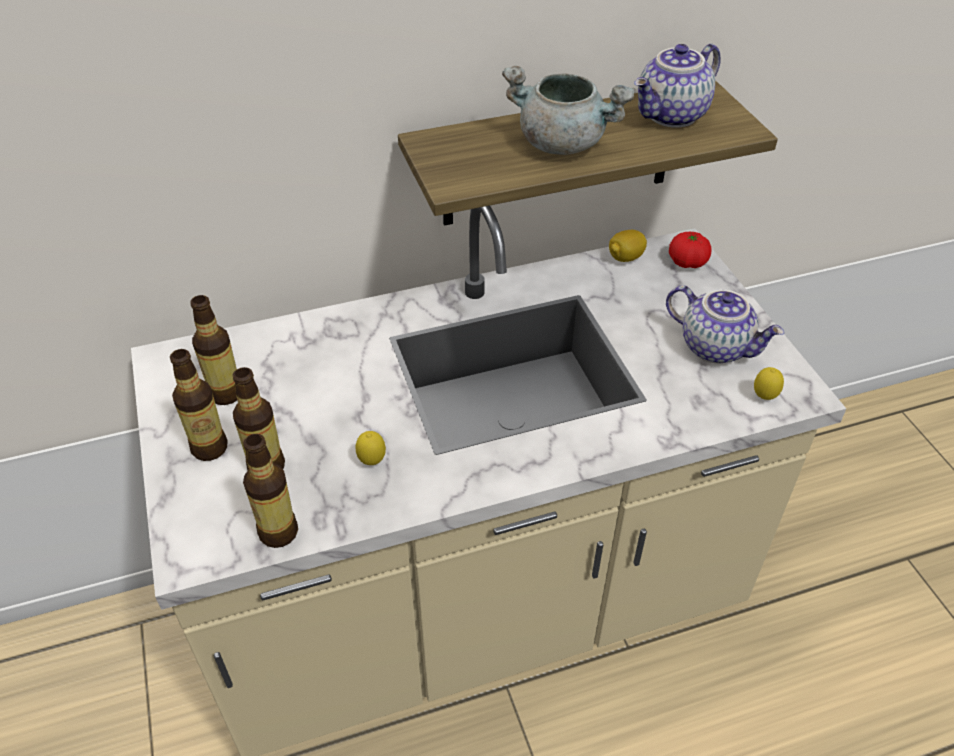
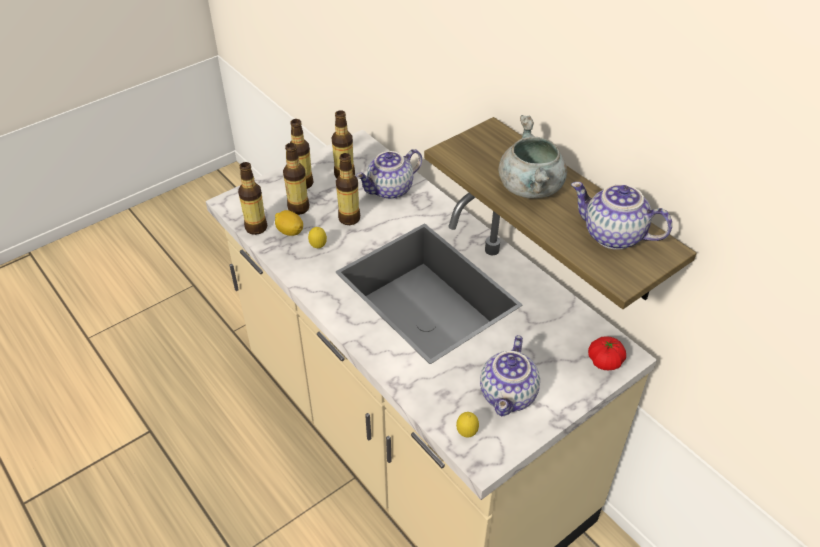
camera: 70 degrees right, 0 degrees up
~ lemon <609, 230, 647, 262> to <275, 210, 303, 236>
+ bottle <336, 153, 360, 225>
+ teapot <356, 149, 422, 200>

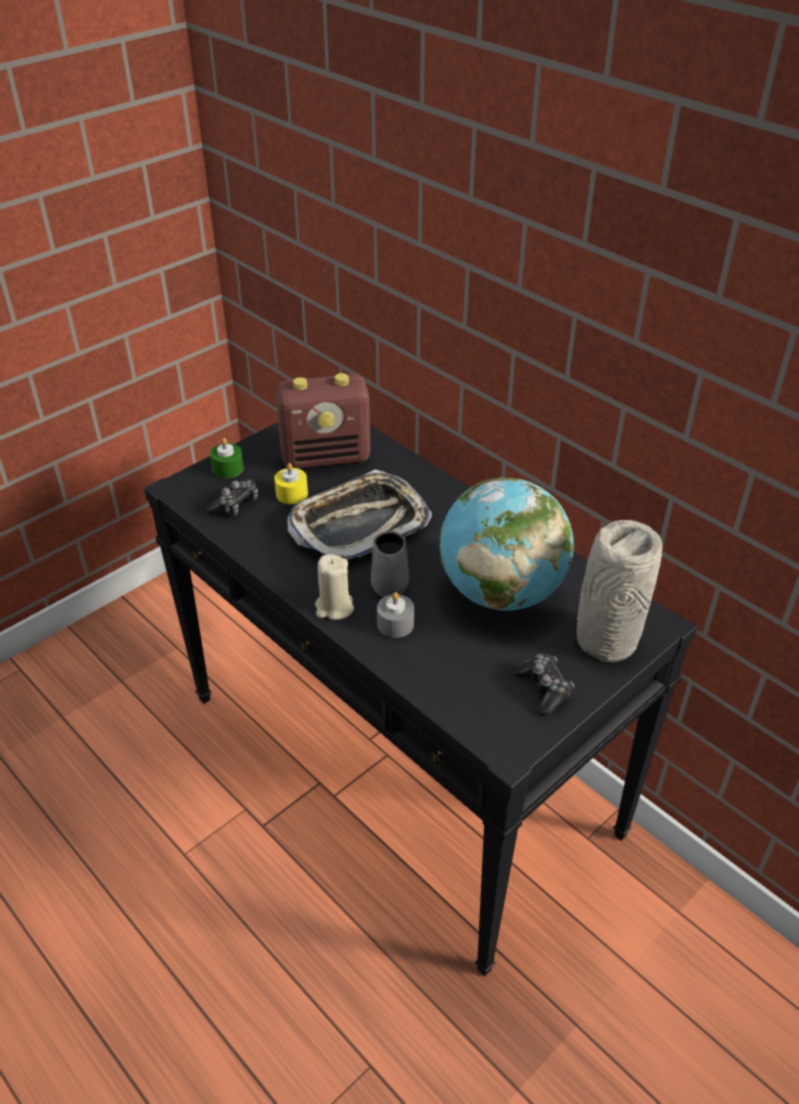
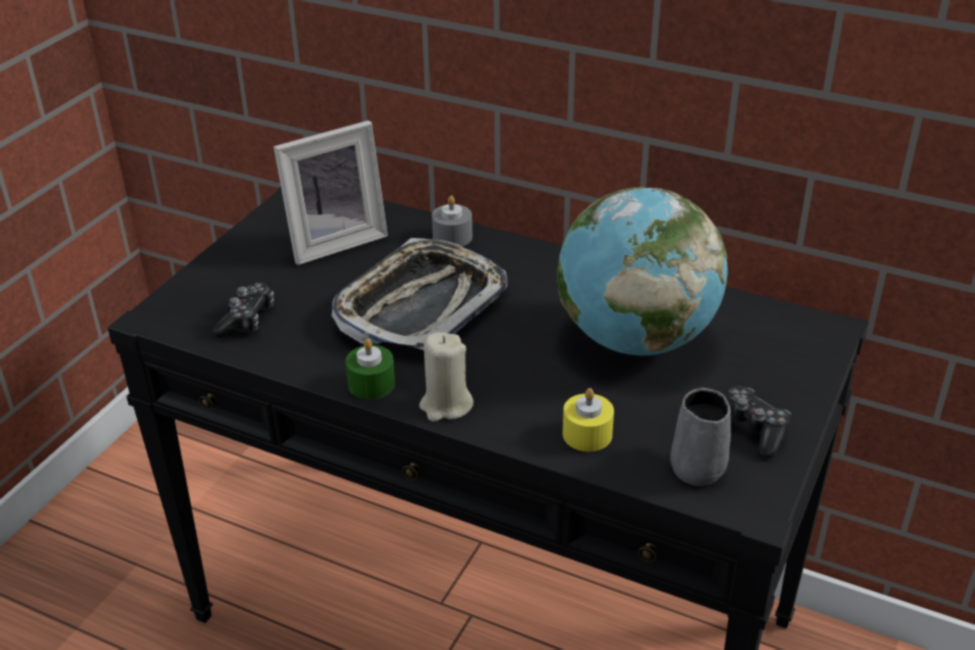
camera: 20 degrees left, 5 degrees down
~ radio <276, 373, 370, 469> to picture frame <274, 120, 388, 265>
~ candle/green <210, 438, 244, 478> to <345, 339, 395, 399>
~ candle/grey <377, 592, 414, 638> to <432, 195, 472, 246>
~ candle/yellow <274, 463, 308, 504> to <563, 388, 614, 452>
~ mug/grey <371, 531, 409, 597> to <670, 388, 731, 486>
- vase/grey <577, 520, 662, 662>

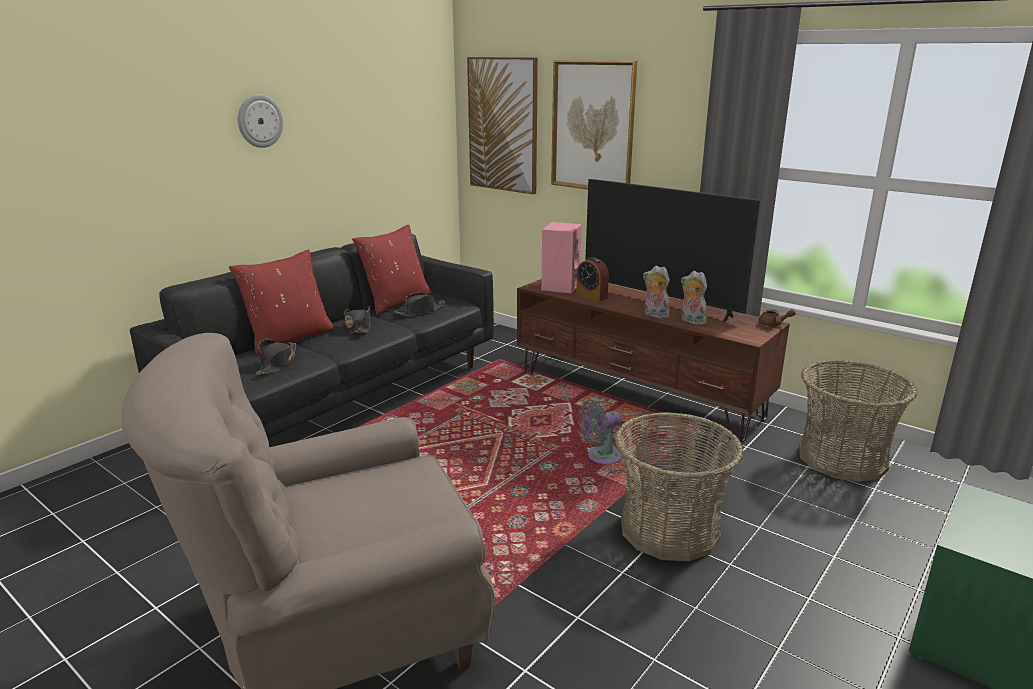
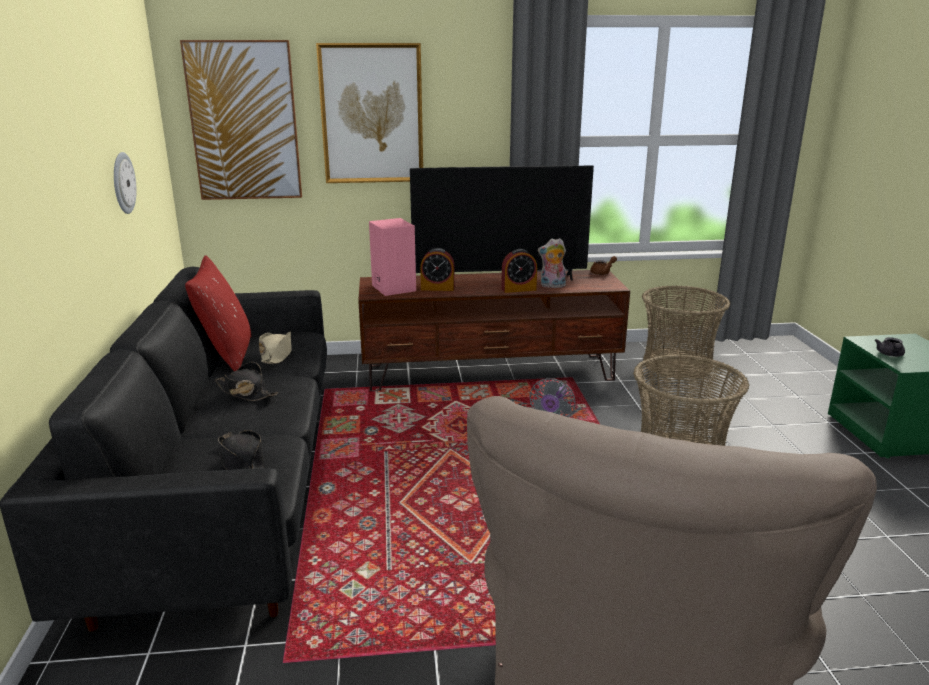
camera: 45 degrees left, 0 degrees up
~ wall clock <238, 94, 283, 148> to <114, 152, 137, 214>
~ hat/black <394, 293, 446, 317> to hat/beige <259, 331, 292, 364>
~ plush toy <643, 266, 670, 318> to alarm clock <501, 249, 537, 293>
+ teapot/grey <875, 337, 905, 357>
- pillow/red <229, 249, 335, 355>

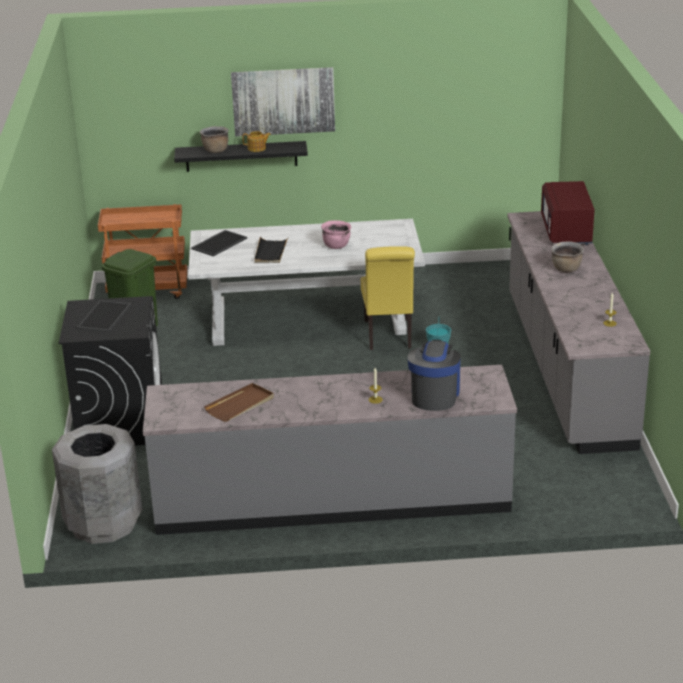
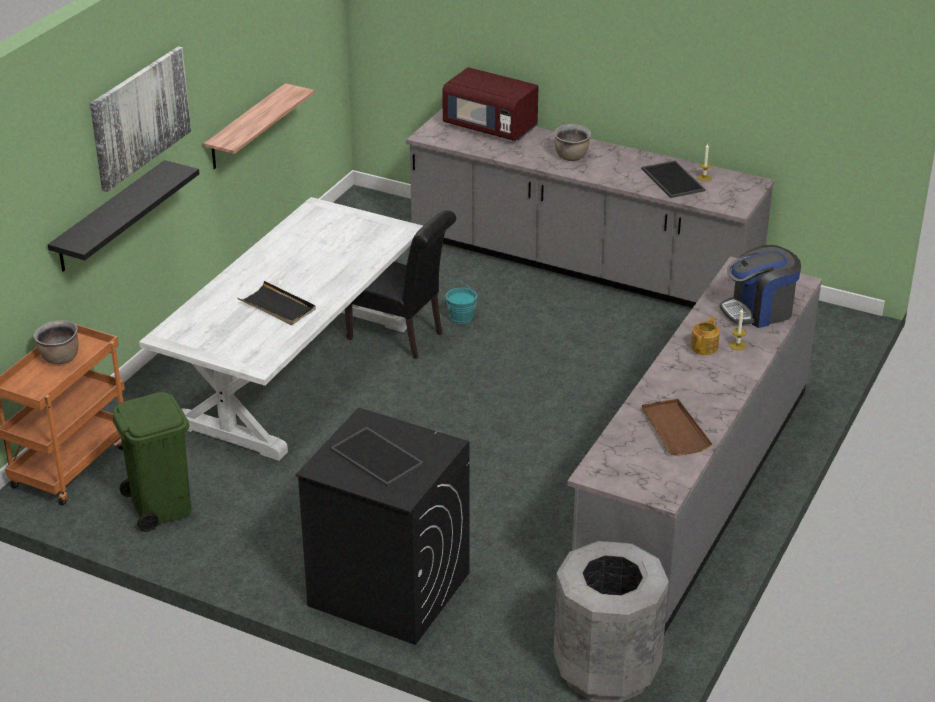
camera: 60 degrees left, 5 degrees up
~ cooking pot/brown <200, 126, 229, 153> to <33, 320, 79, 364>
+ shelf <203, 83, 315, 169>
~ chair/yellow <361, 246, 415, 350> to chair/black <345, 210, 456, 359>
~ tray <191, 230, 247, 257> to <641, 161, 705, 198>
~ teapot <243, 131, 271, 152> to <690, 317, 720, 355>
~ coffee machine <408, 339, 461, 411> = <720, 245, 801, 328> 60 degrees counterclockwise
- cooking pot/pink <321, 220, 351, 249>

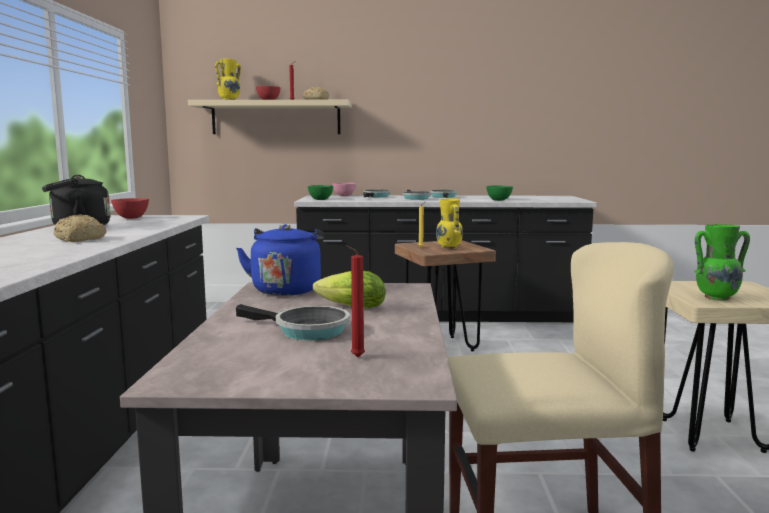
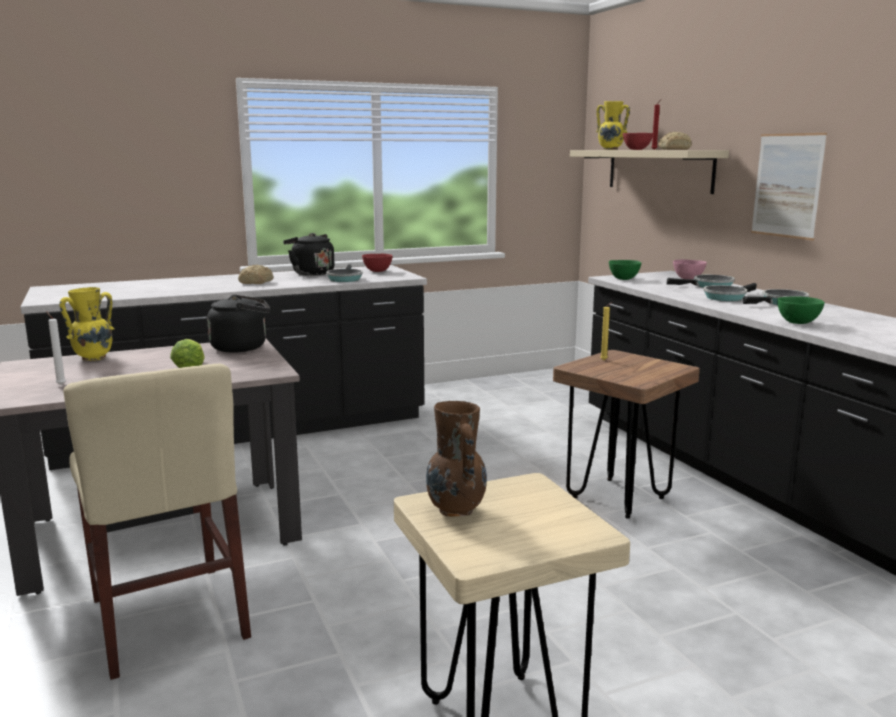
camera: 65 degrees right, 5 degrees up
~ candle/red <347, 246, 365, 357> to candle/white <46, 311, 66, 385>
~ vase/yellow <436, 198, 463, 249> to <60, 287, 115, 361>
~ kettle/blue <236, 224, 324, 296> to kettle/black <207, 294, 270, 352>
~ frying pan <236, 304, 350, 340> to <326, 265, 363, 282>
~ vase/green <694, 224, 750, 301> to vase/brown <426, 401, 487, 517>
+ picture <751, 133, 827, 241>

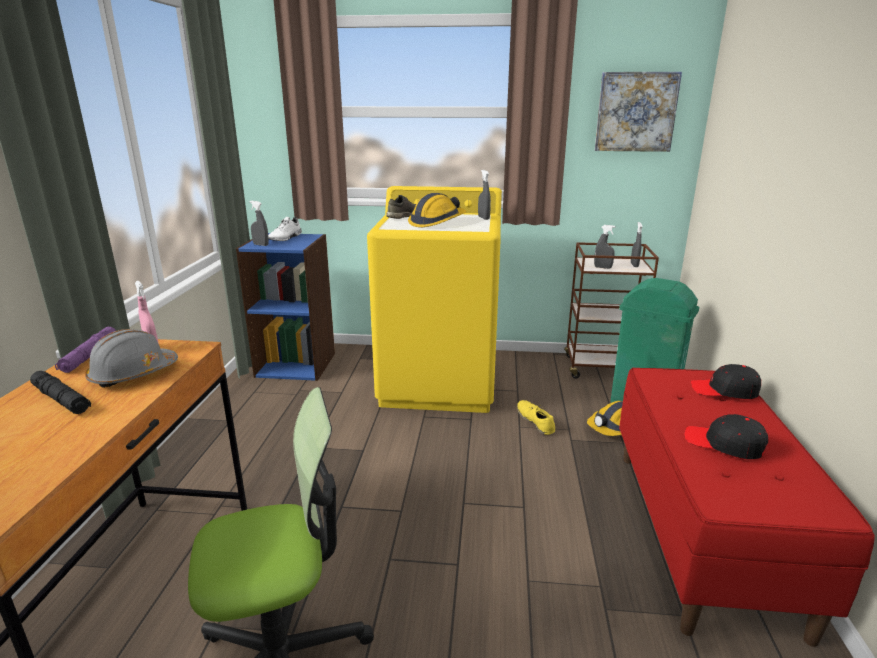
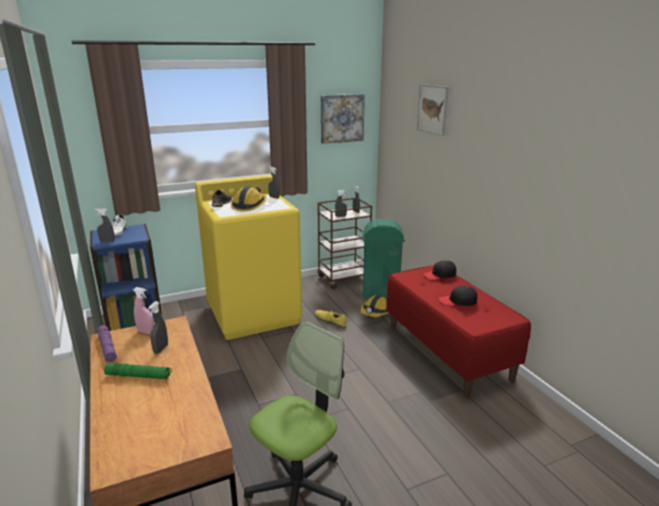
camera: 30 degrees left, 0 degrees up
~ flashlight/black <30, 371, 91, 414> to flashlight/green <104, 363, 172, 379>
~ hard hat/grey <85, 329, 178, 388> to spray bottle/grey <148, 301, 168, 354>
+ picture <417, 84, 449, 136>

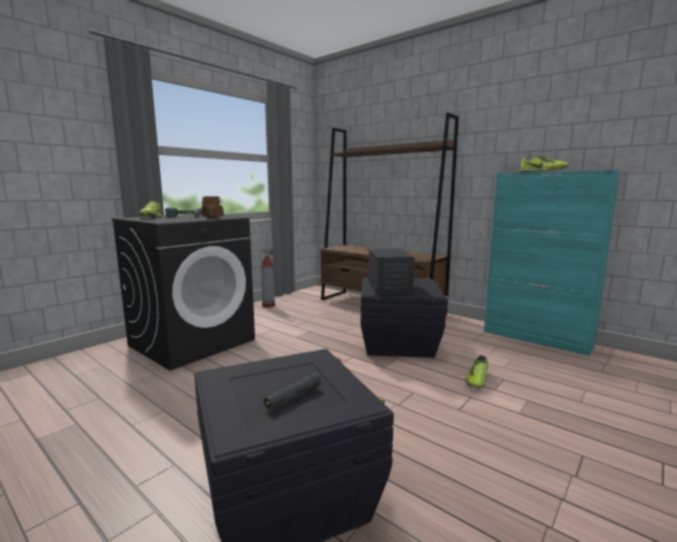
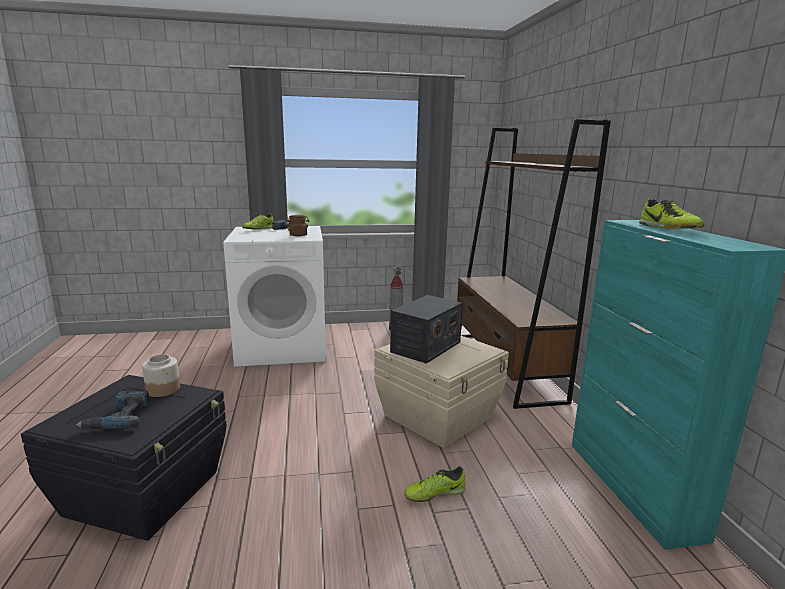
camera: 40 degrees right, 5 degrees up
~ flashlight/black <264, 373, 321, 409> to power drill <76, 390, 150, 429>
+ jar <142, 354, 180, 397>
~ washing machine/black <111, 214, 255, 371> to washing machine/white <223, 226, 326, 367>
~ storage box/black <361, 278, 448, 358> to storage box/beige <374, 336, 509, 448>

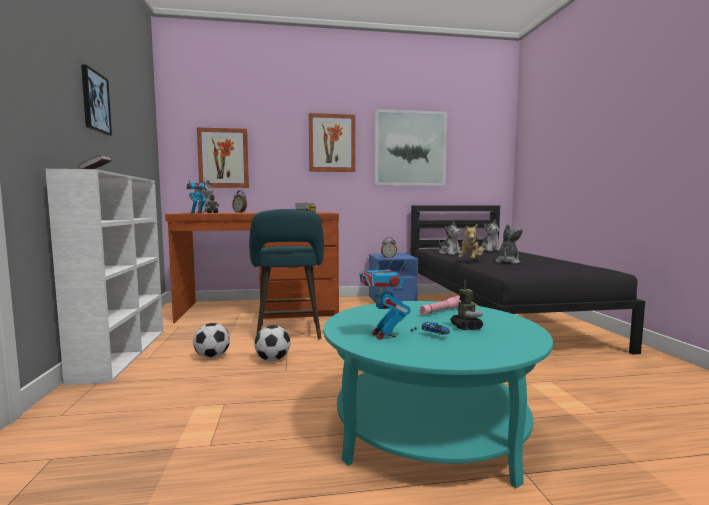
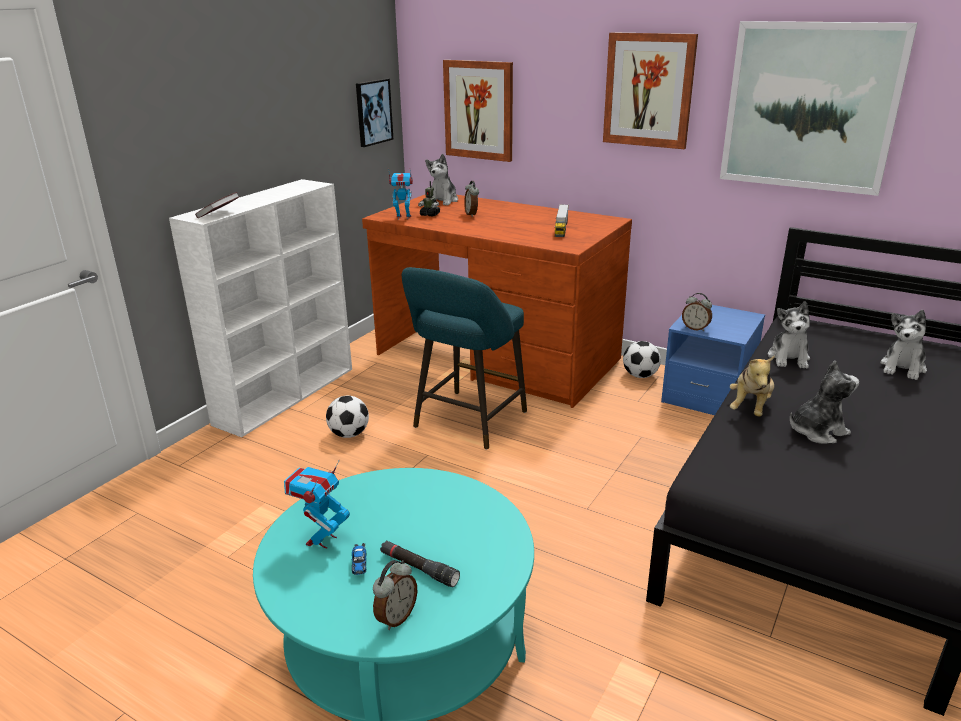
camera: 40 degrees right, 20 degrees up
~ picture <81, 64, 112, 135> to <356, 79, 393, 147>
+ alarm clock <373, 560, 417, 630>
~ toy robot <450, 279, 483, 330> to flashlight/black <380, 541, 460, 587>
~ football <254, 325, 290, 361> to <623, 341, 661, 378>
~ plush toy <458, 225, 483, 259> = <730, 355, 775, 417> 45 degrees counterclockwise
- flashlight/pink <419, 296, 462, 315>

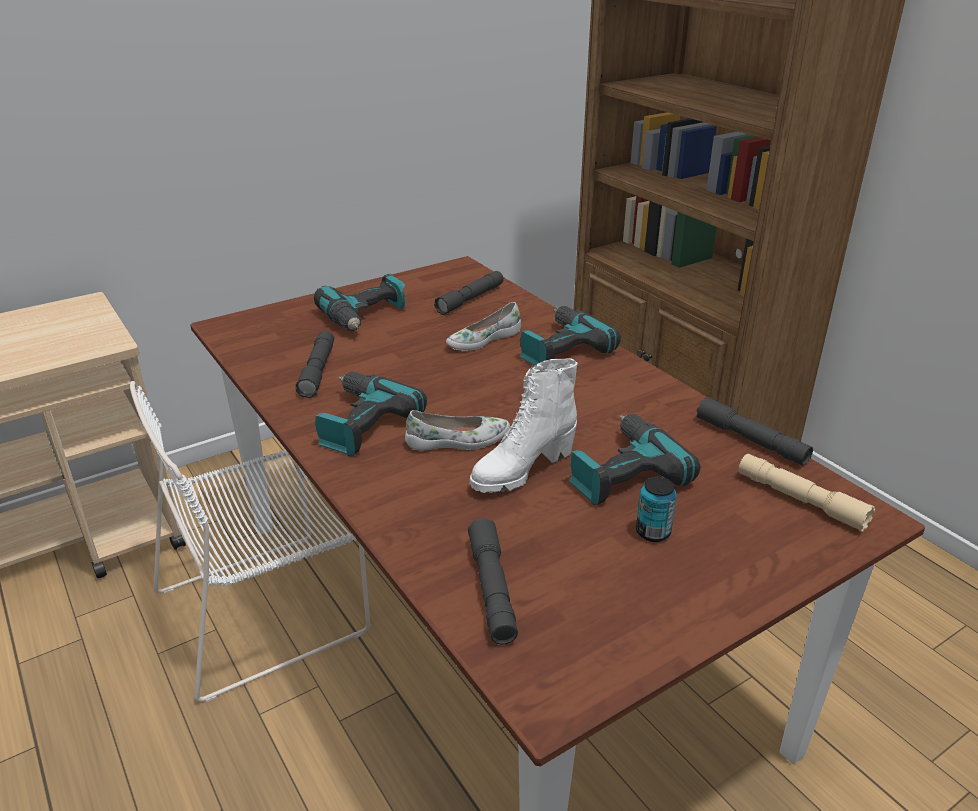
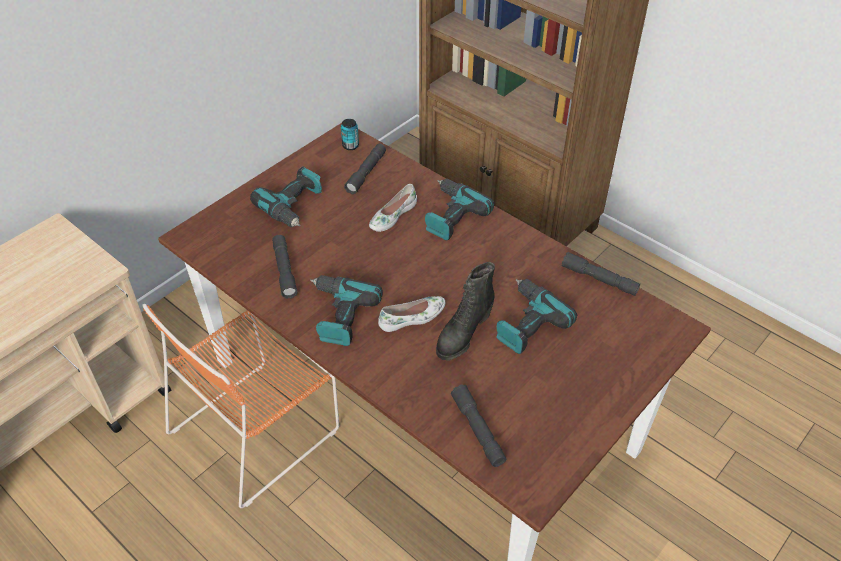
camera: 15 degrees left, 15 degrees up
~ chair/white <130, 381, 370, 702> to chair/orange <142, 304, 339, 508>
~ can <636, 477, 677, 542> to <341, 119, 359, 150>
~ boot/white <470, 359, 578, 493> to boot/black <436, 262, 495, 361>
- flashlight/beige <738, 454, 875, 532>

